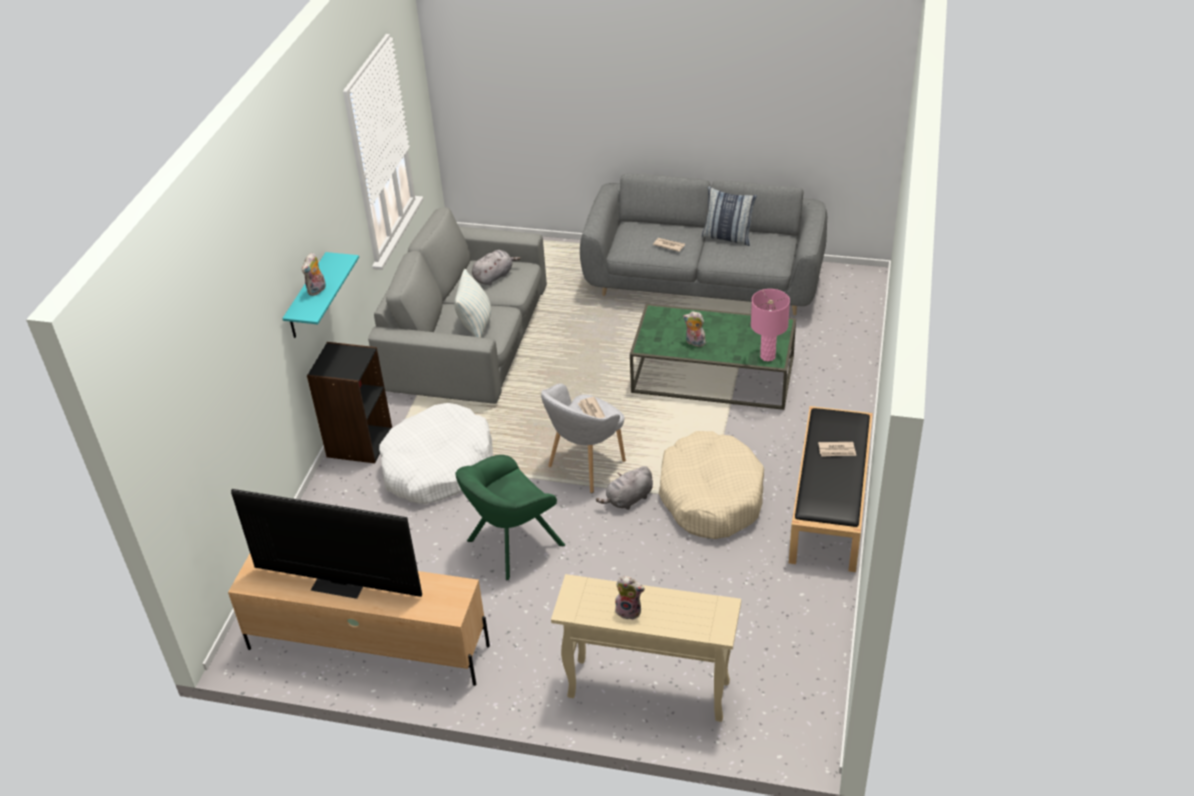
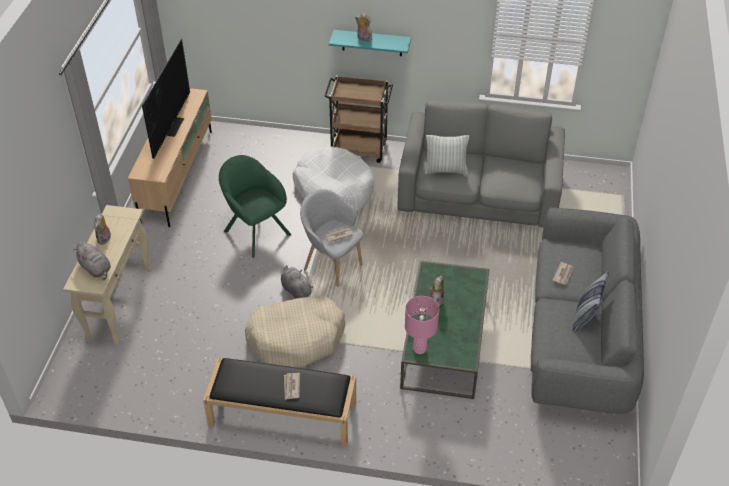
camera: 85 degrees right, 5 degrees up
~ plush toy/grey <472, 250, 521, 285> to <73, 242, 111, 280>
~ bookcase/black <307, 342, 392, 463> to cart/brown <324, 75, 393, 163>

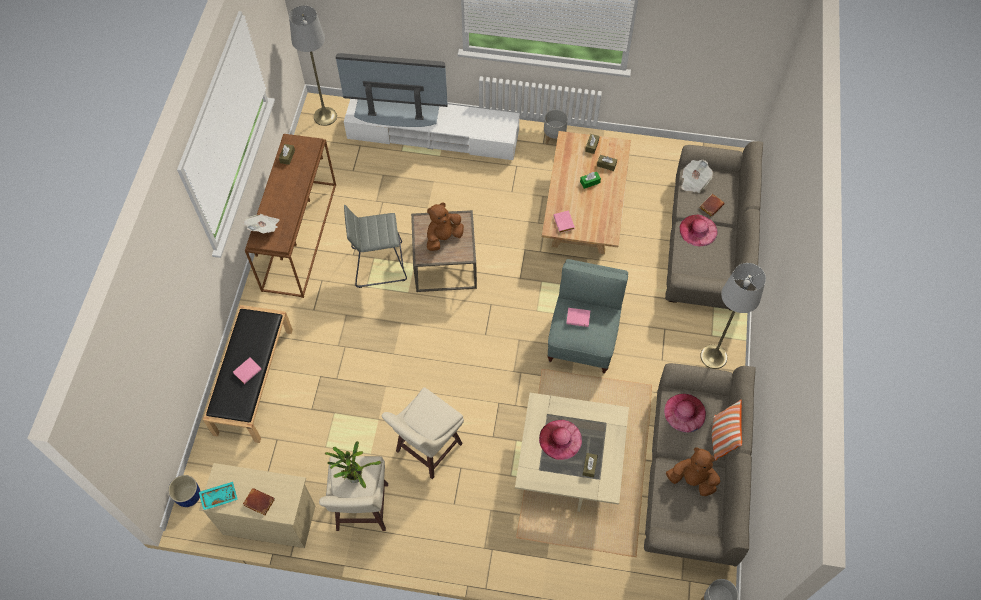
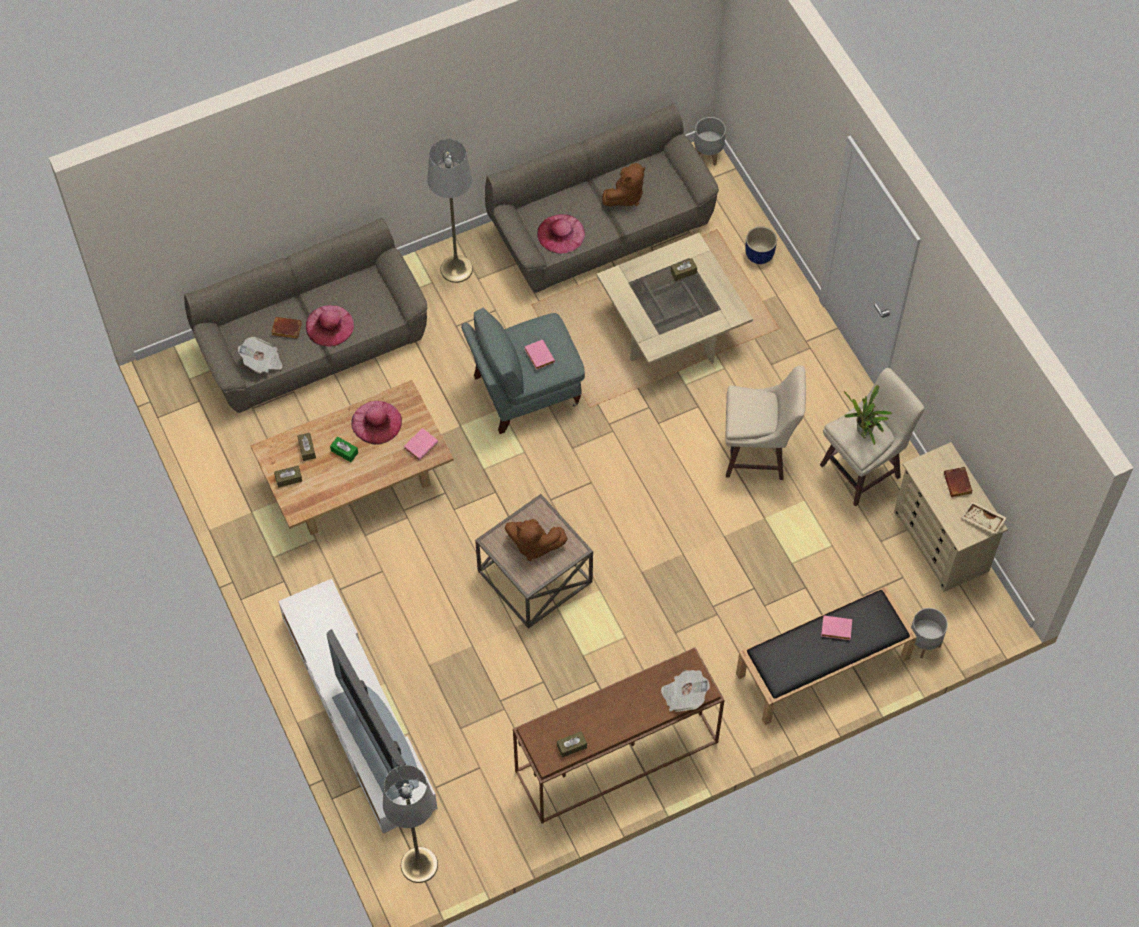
camera: 125 degrees left, 0 degrees up
~ hat/pink <539, 420, 582, 460> to <351, 401, 402, 444>
~ plush toy/brown <666, 448, 720, 496> = <602, 163, 645, 207> 120 degrees counterclockwise
~ planter/blue <168, 475, 200, 507> to <745, 226, 777, 264>
~ planter/grey <544, 109, 568, 145> to <911, 608, 948, 659>
~ tray/turquoise <199, 482, 238, 510> to tray/beige <961, 501, 1007, 534>
- stool/grey <344, 205, 407, 288>
- pillow <712, 400, 742, 461>

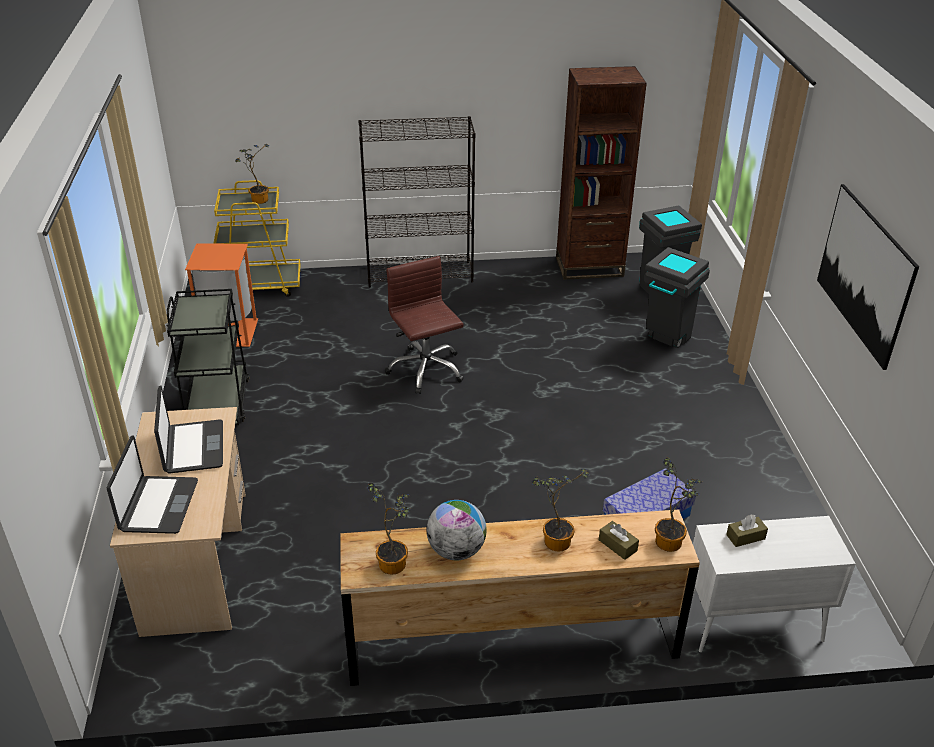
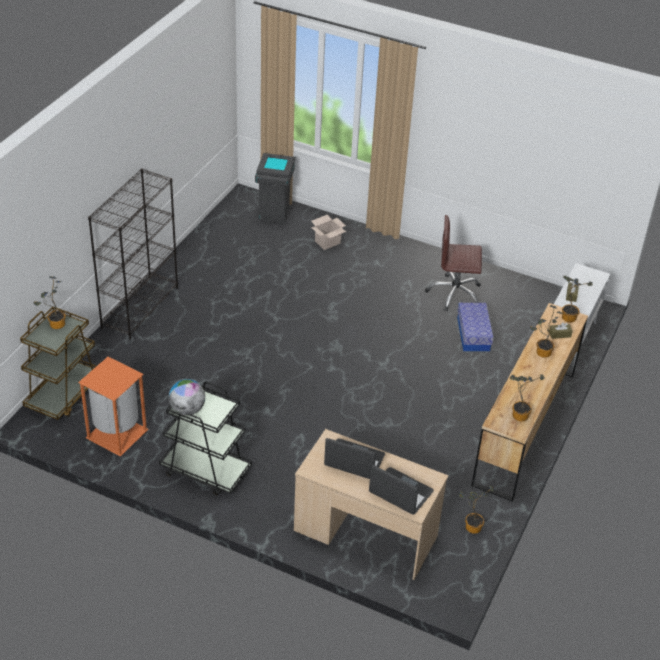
camera: 60 degrees left, 5 degrees up
~ cart/yellow <213, 180, 301, 297> to cart/brown <20, 307, 96, 420>
~ globe <427, 500, 487, 560> to <169, 379, 205, 415>
~ trash can/grey <644, 247, 710, 348> to cardboard box <311, 215, 346, 250>
~ office chair/brown <385, 256, 464, 394> to <425, 215, 482, 311>
+ potted plant <458, 486, 494, 534>
- bookcase/brown <556, 66, 647, 280>
- picture <817, 184, 919, 370>

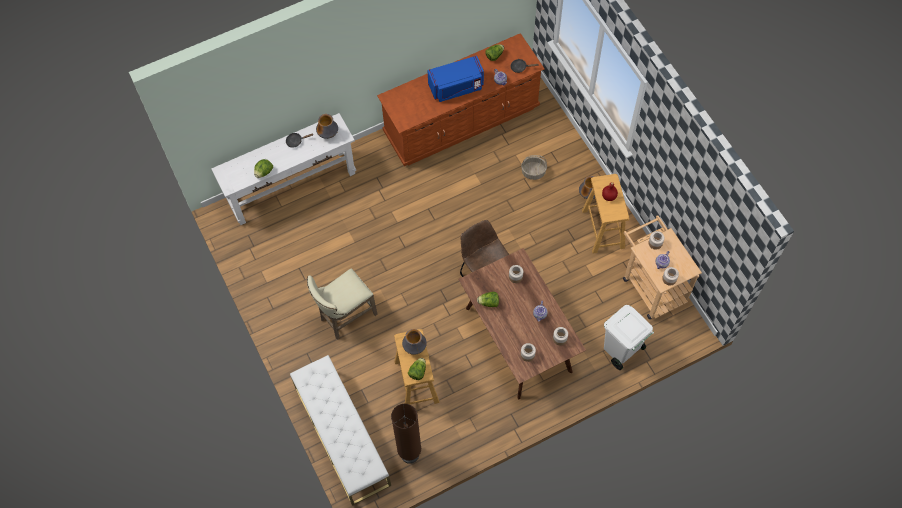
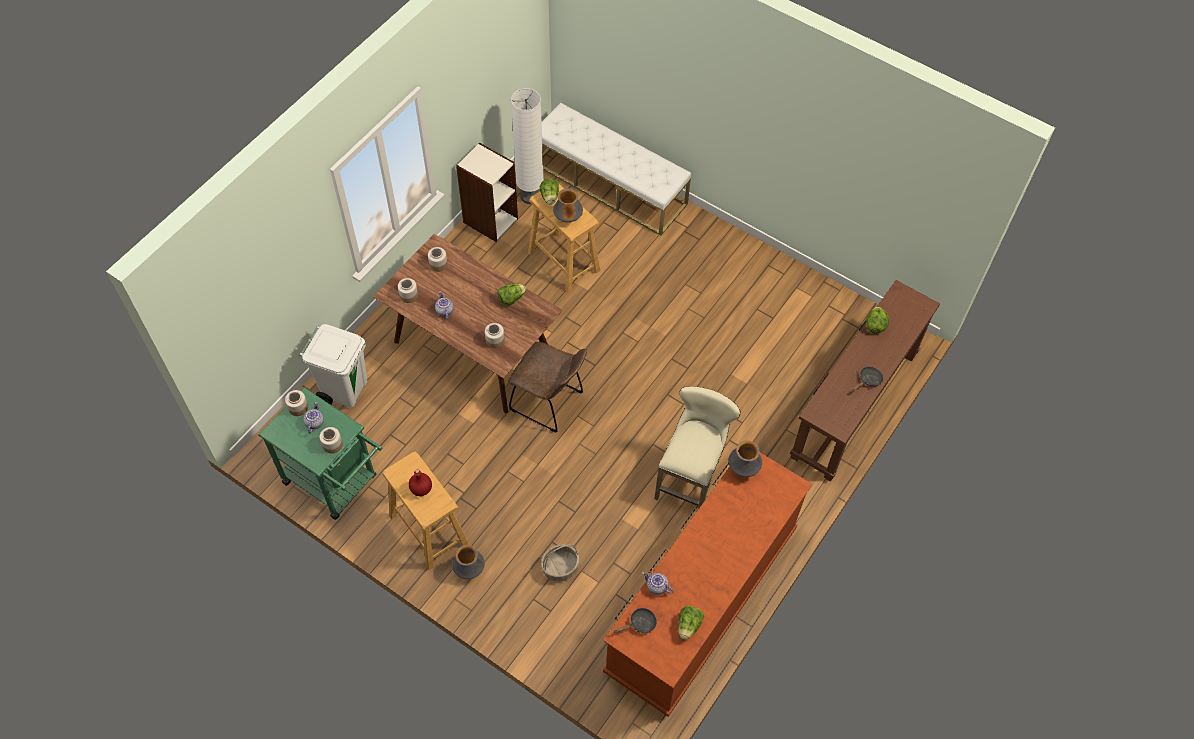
camera: 150 degrees right, 5 degrees down
~ cart/beige <623, 215, 702, 319> to cart/green <259, 387, 382, 520>
+ bookcase <456, 143, 518, 242>
~ floor lamp/brown <391, 404, 421, 464> to floor lamp/white <511, 88, 544, 204>
~ stool/beige <307, 269, 378, 340> to <654, 386, 741, 509>
~ vase <316, 114, 338, 139> to <728, 440, 762, 477>
~ console table/white <211, 113, 356, 225> to console table/brown <790, 280, 940, 482>
- microwave/blue <428, 56, 484, 102>

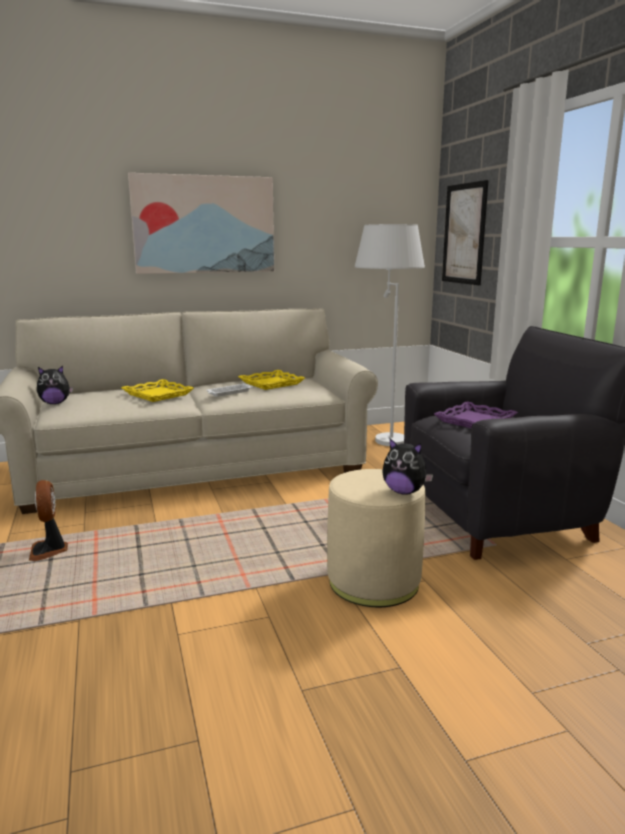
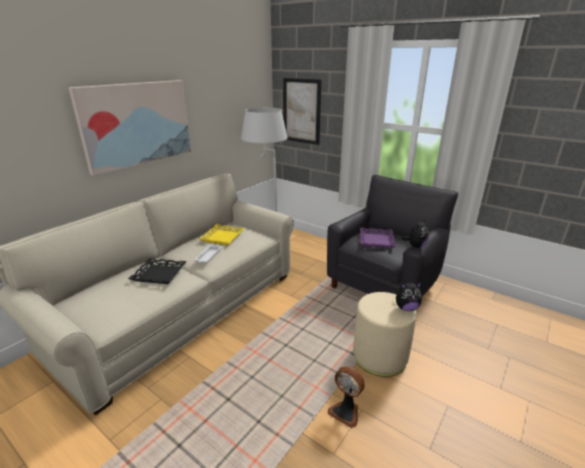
camera: 35 degrees left, 10 degrees up
~ tray/yellow <121, 379, 194, 402> to tray/black <128, 258, 187, 284>
~ fan <29, 480, 68, 561> to <328, 366, 365, 428>
~ plush toy <37, 366, 73, 404> to <402, 219, 429, 248>

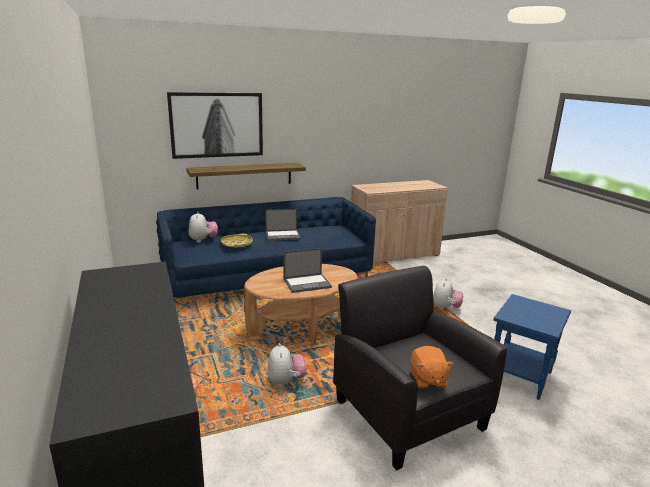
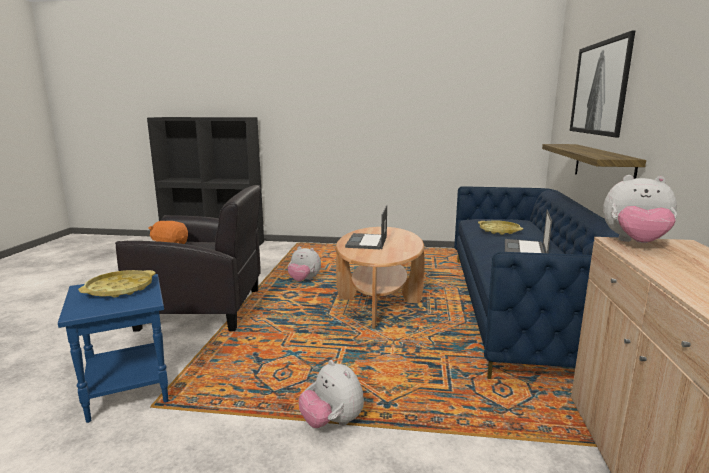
camera: 120 degrees right, 5 degrees down
+ tray/yellow <78, 270, 155, 298>
~ plush toy <189, 211, 218, 243> to <603, 175, 677, 243>

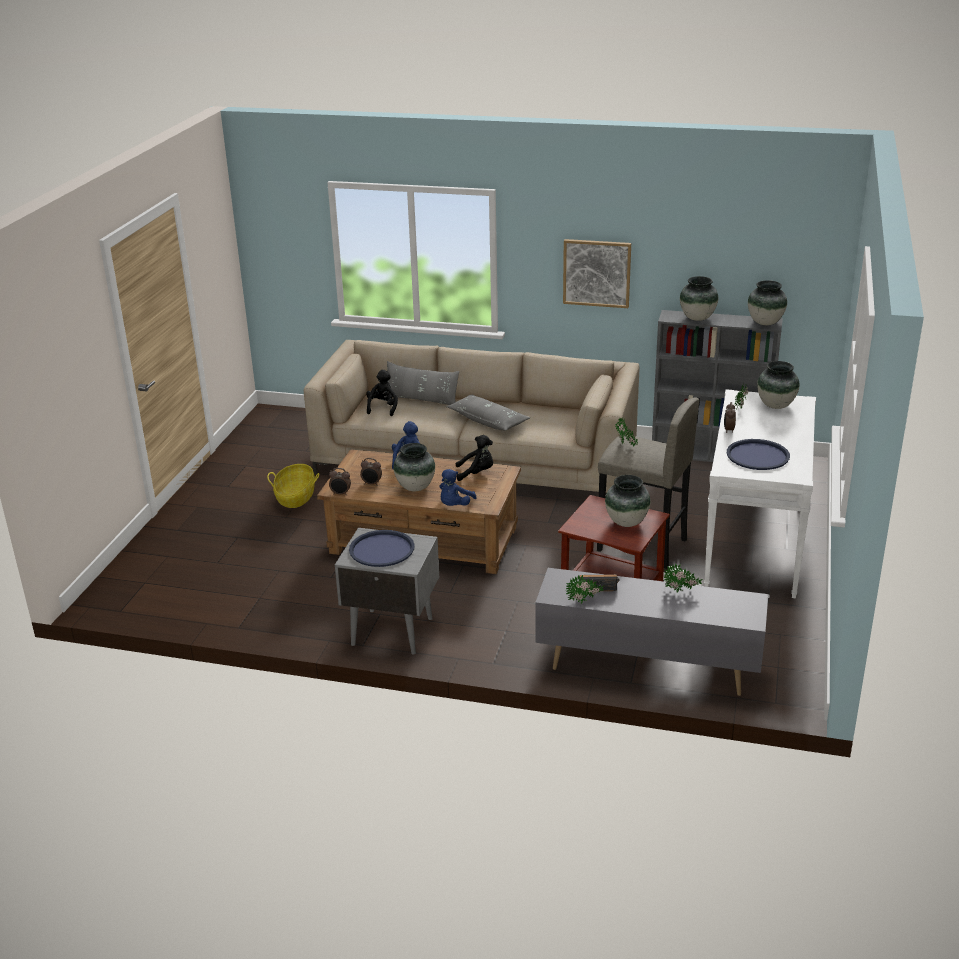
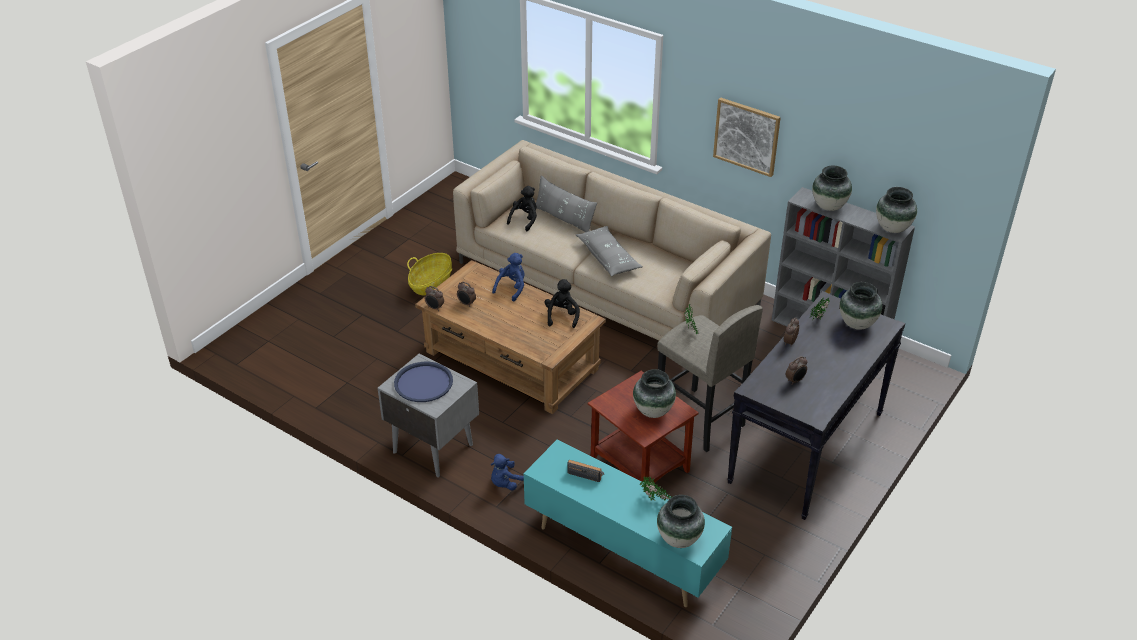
camera: 20 degrees right, 10 degrees up
~ plush toy/blue <439, 469, 477, 506> to <491, 454, 524, 491>
~ tv stand/grey <535, 568, 768, 696> to tv stand/turquoise <523, 439, 732, 607>
~ plush toy/black <456, 435, 493, 481> = <544, 279, 580, 328> 105 degrees counterclockwise
~ vase <393, 443, 435, 491> to <657, 495, 705, 548>
~ console table/white <704, 389, 816, 598> to console table/black <727, 291, 905, 520>
~ tray/blue <727, 439, 790, 470> to alarm clock <786, 356, 807, 385>
- potted plant <566, 575, 604, 604>

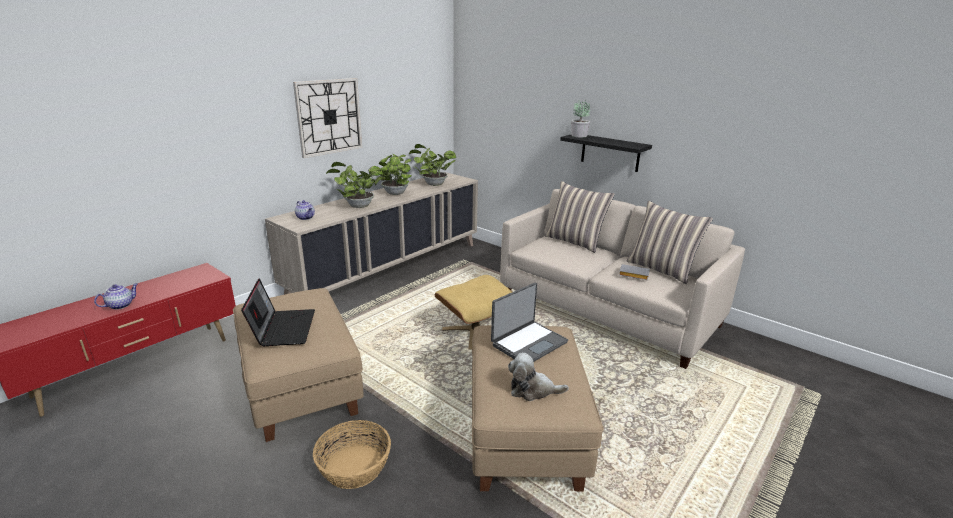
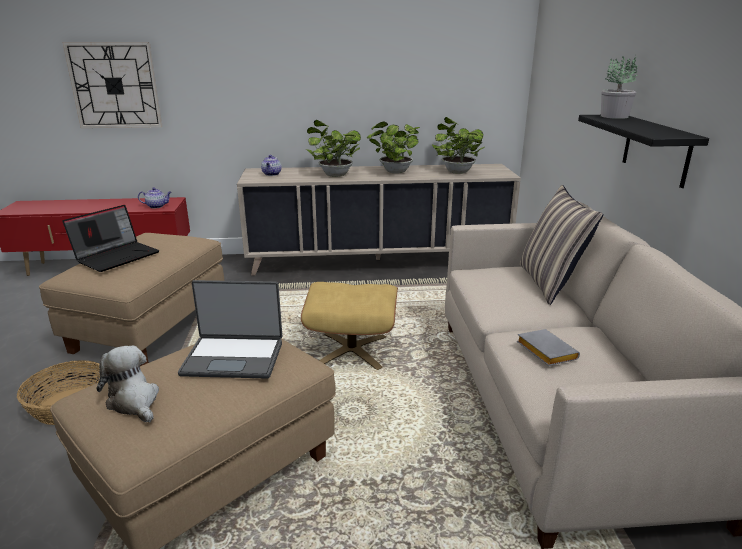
camera: 45 degrees right, 0 degrees up
~ wall clock <293, 78, 362, 158> to <62, 42, 163, 128>
~ teapot <94, 283, 138, 310> to <138, 187, 171, 208>
- pillow <627, 201, 713, 284>

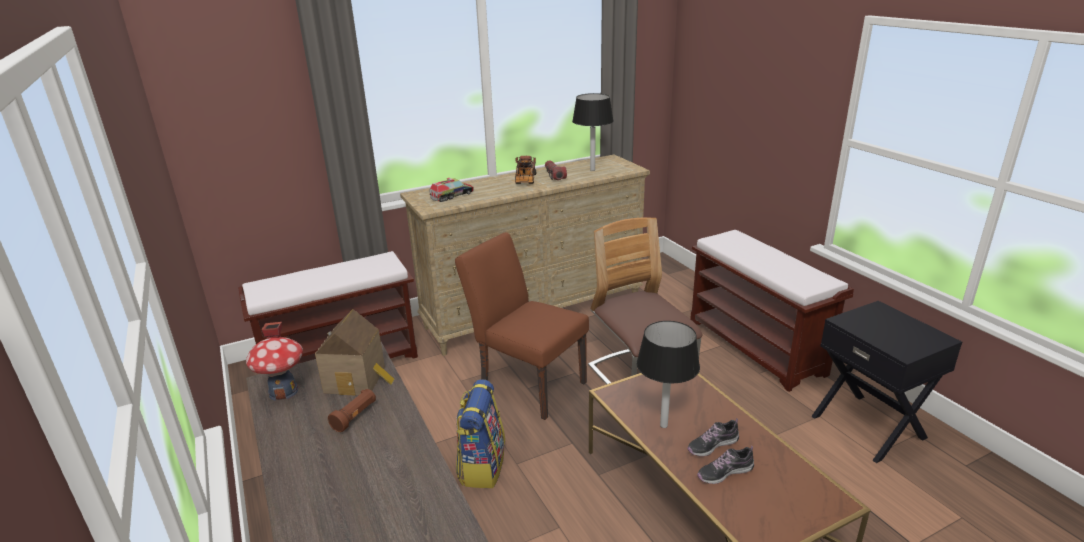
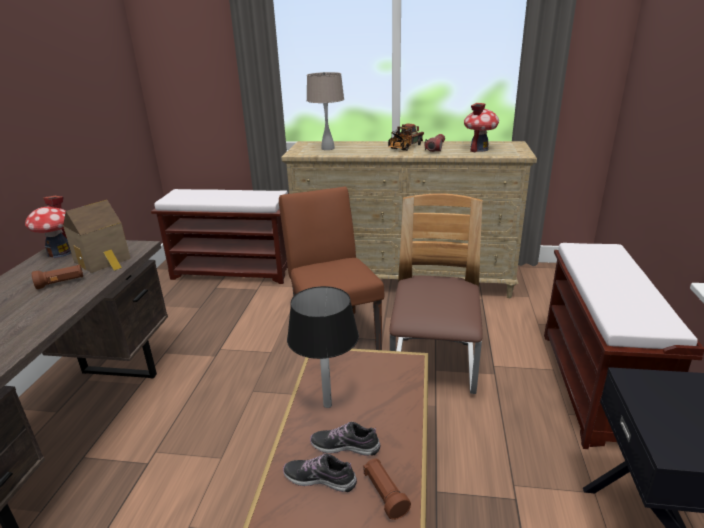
camera: 35 degrees right, 0 degrees up
~ toy truck <430, 178, 474, 202> to table lamp/beige <307, 72, 344, 150>
+ flashlight/brown <363, 459, 411, 520>
~ table lamp/black <572, 93, 614, 171> to toy house <464, 103, 499, 152>
- backpack <456, 379, 505, 488>

